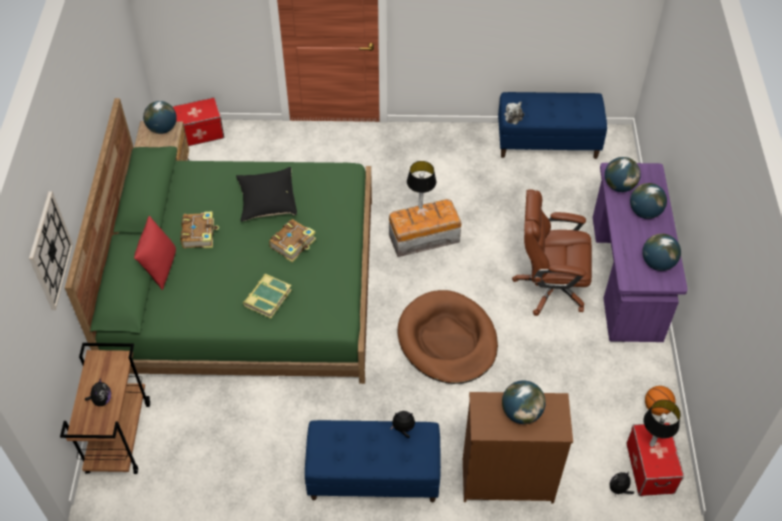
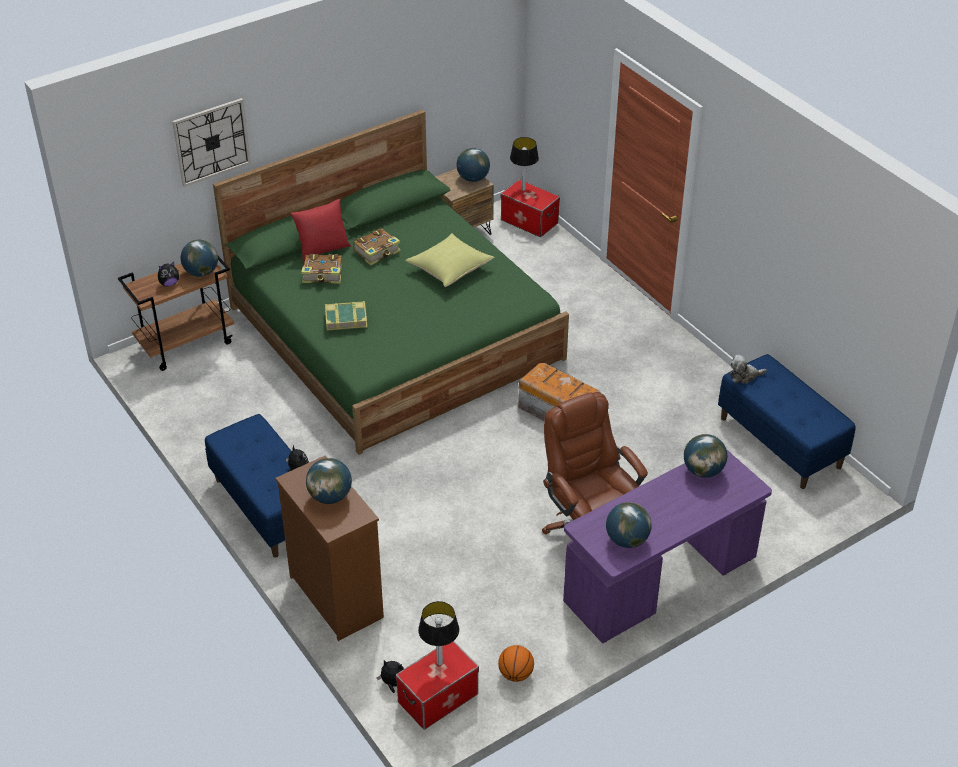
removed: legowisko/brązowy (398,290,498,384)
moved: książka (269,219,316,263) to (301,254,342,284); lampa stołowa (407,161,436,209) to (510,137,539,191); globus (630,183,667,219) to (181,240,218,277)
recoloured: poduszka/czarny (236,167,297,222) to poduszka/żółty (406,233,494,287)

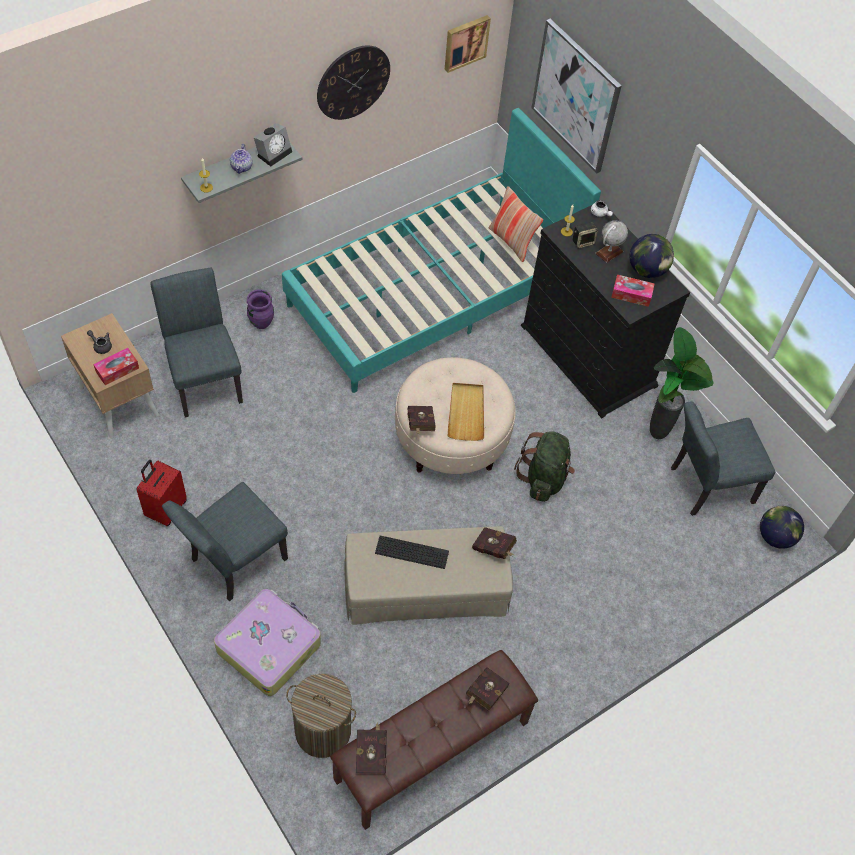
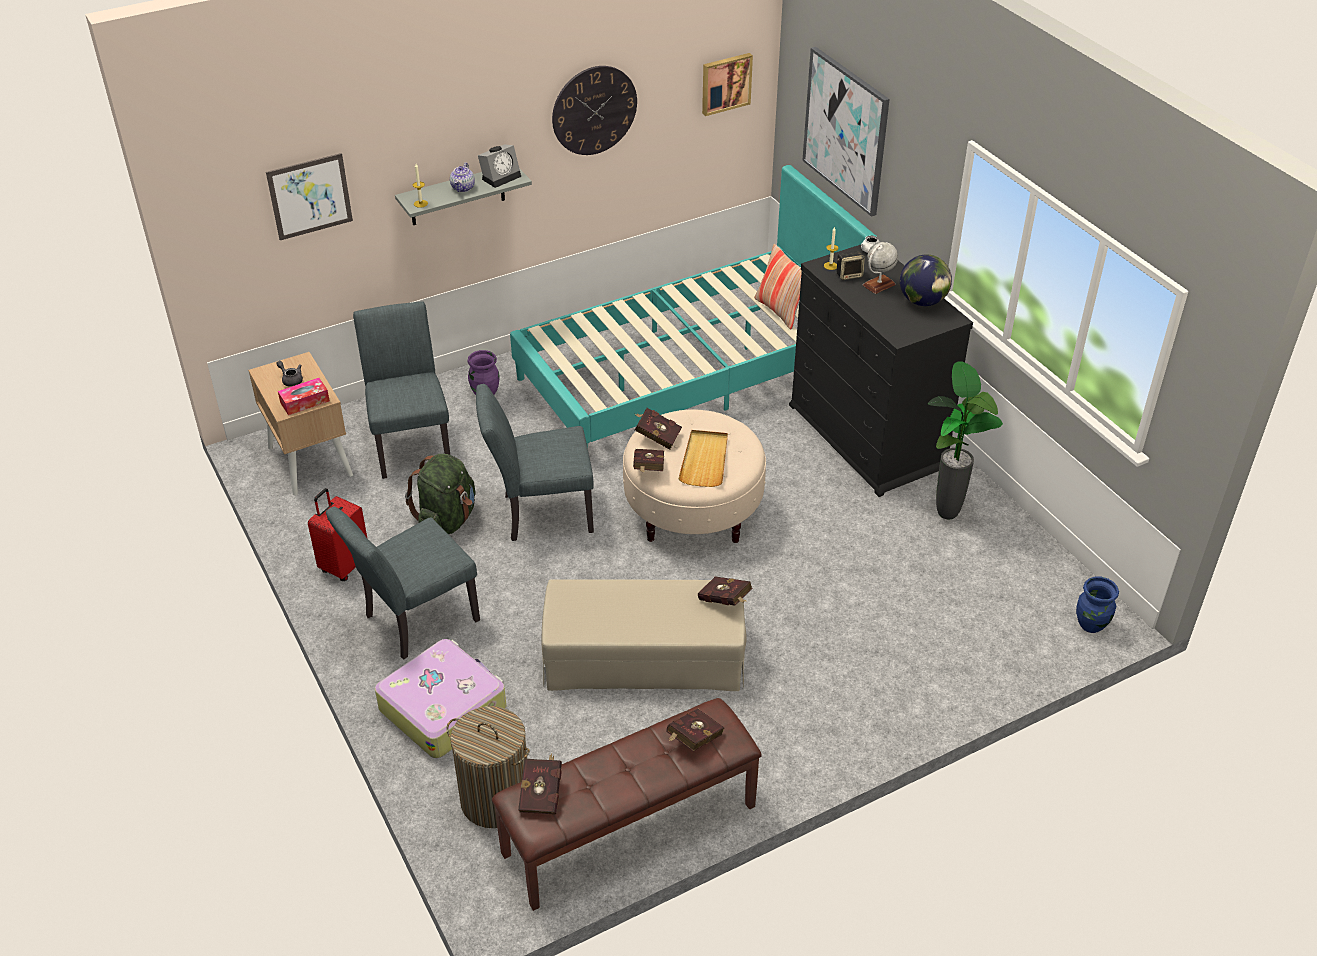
removed: klawiatura (375,536,449,569); pudełko chusteczek (611,275,655,307)
added: obraz (266,153,353,240); książka/czerwony (635,408,682,450)
moved: plecak/zielony (514,431,575,502) to (405,454,476,534); krzesło/szary (671,401,776,516) to (476,384,594,541)
replaced: globus (760,506,804,549) to wazon/niebieski (1076,577,1119,633)

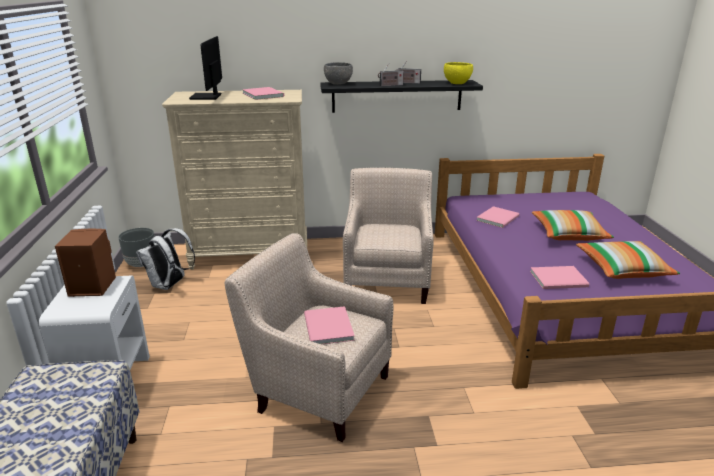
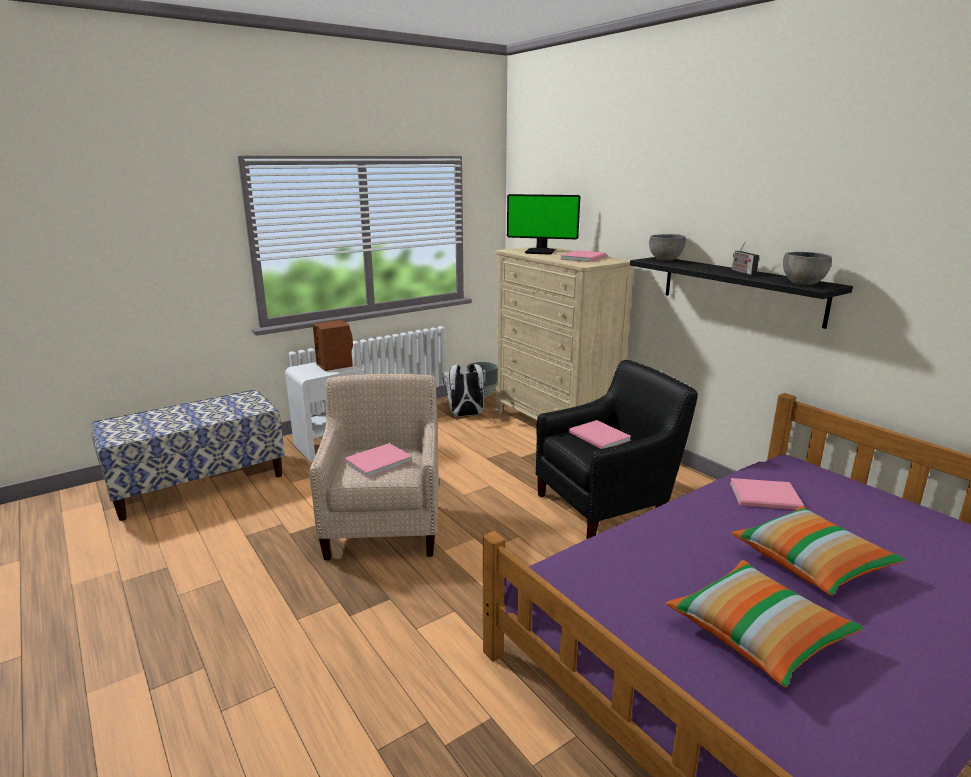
removed: radio (378,63,404,87)
moved: książka/różowy (530,266,589,289) to (569,420,631,449)
recoloured: fotel/beżowy (343,167,434,304) to fotel/czarny (536,360,698,539); miska/żółty (444,62,473,84) to miska/szary (783,252,832,285)
turned: monitor (189,36,222,100) = (507,194,580,255) 135 degrees counterclockwise

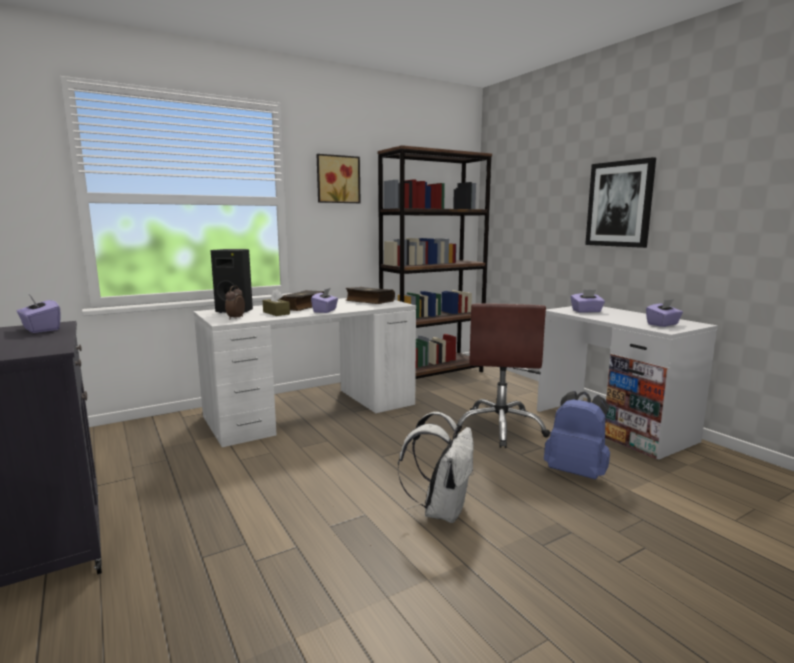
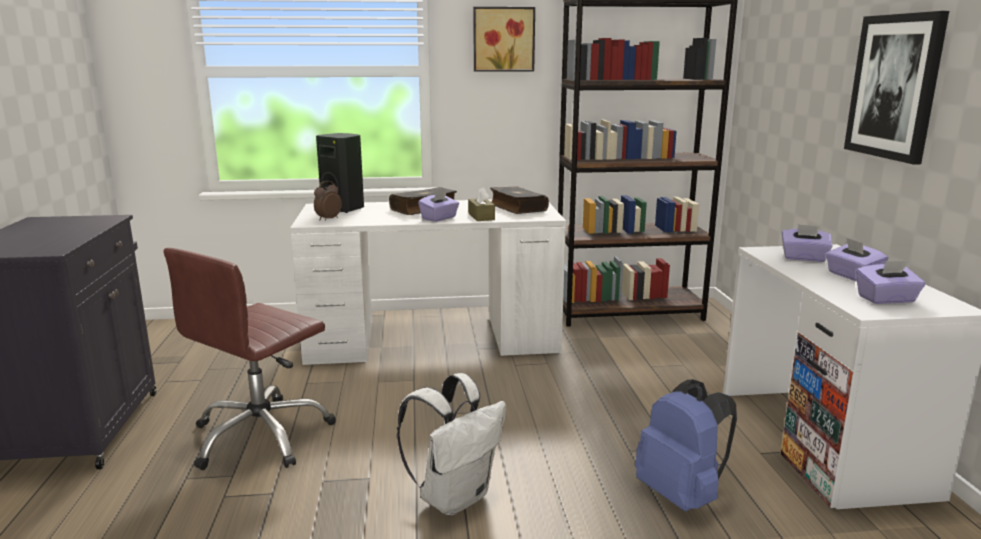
moved: pudełko chusteczek/fioletowy (17,294,60,333) to (826,237,888,282); pudełko chusteczek/brązowy (263,289,290,316) to (468,187,495,221); krzesło biurowe/brązowy (456,304,550,448) to (163,248,336,470)

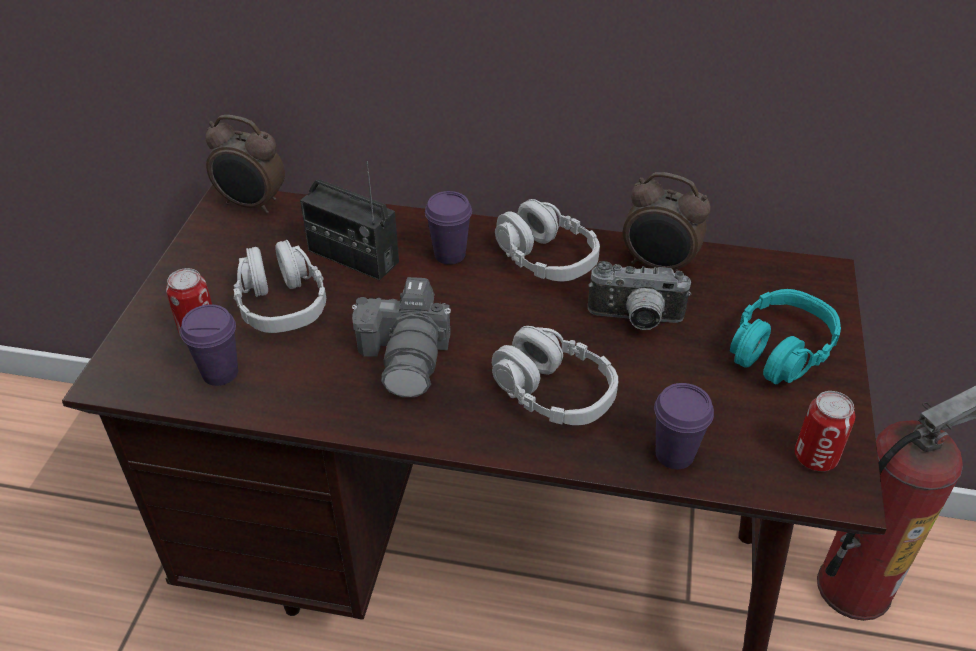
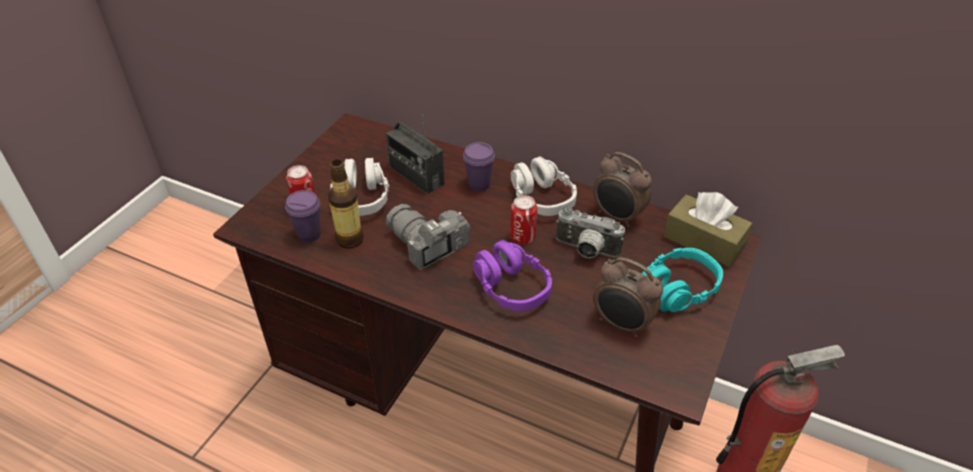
removed: filiżanka/fioletowy (654,383,714,469)
added: butelka (328,160,364,249); pudełko chusteczek/brązowy (664,192,753,267)
moved: budzik (205,115,285,214) to (593,257,663,337); puszka (795,391,856,471) to (510,195,537,244)
recoloured: słuchawki/szary (492,326,618,425) to słuchawki/fioletowy (473,240,552,311)
turned: aparat fotograficzny (352,277,451,397) = (386,204,471,270) 120 degrees clockwise

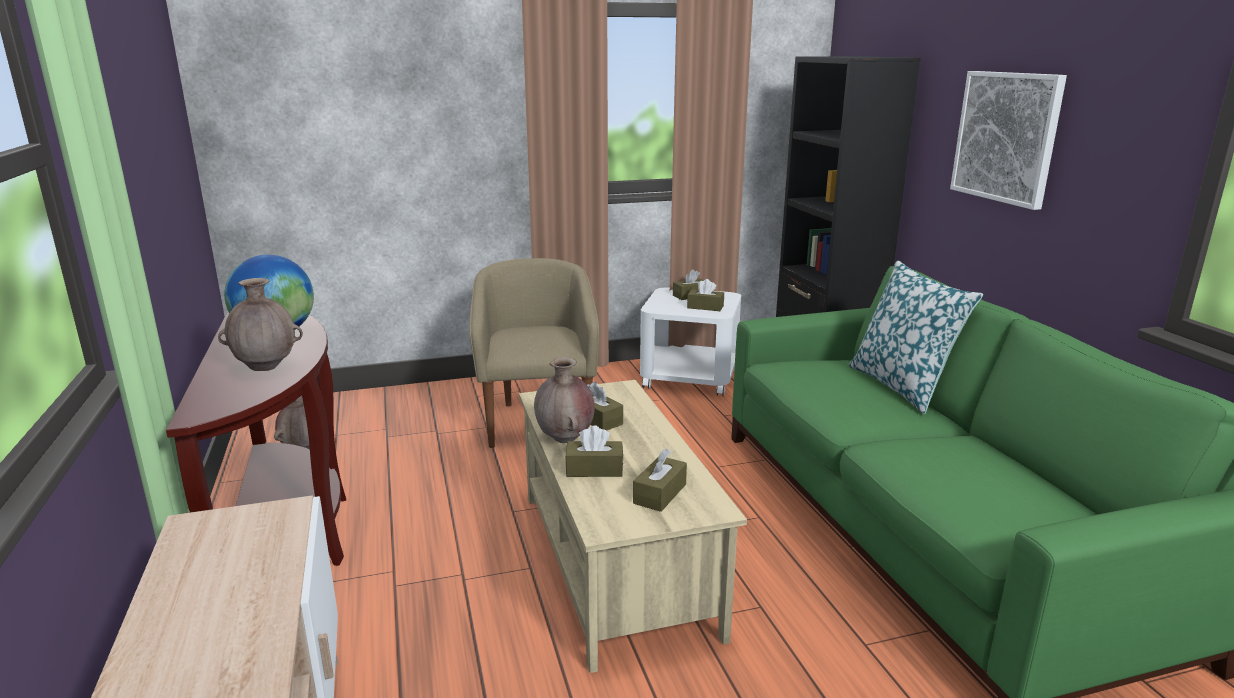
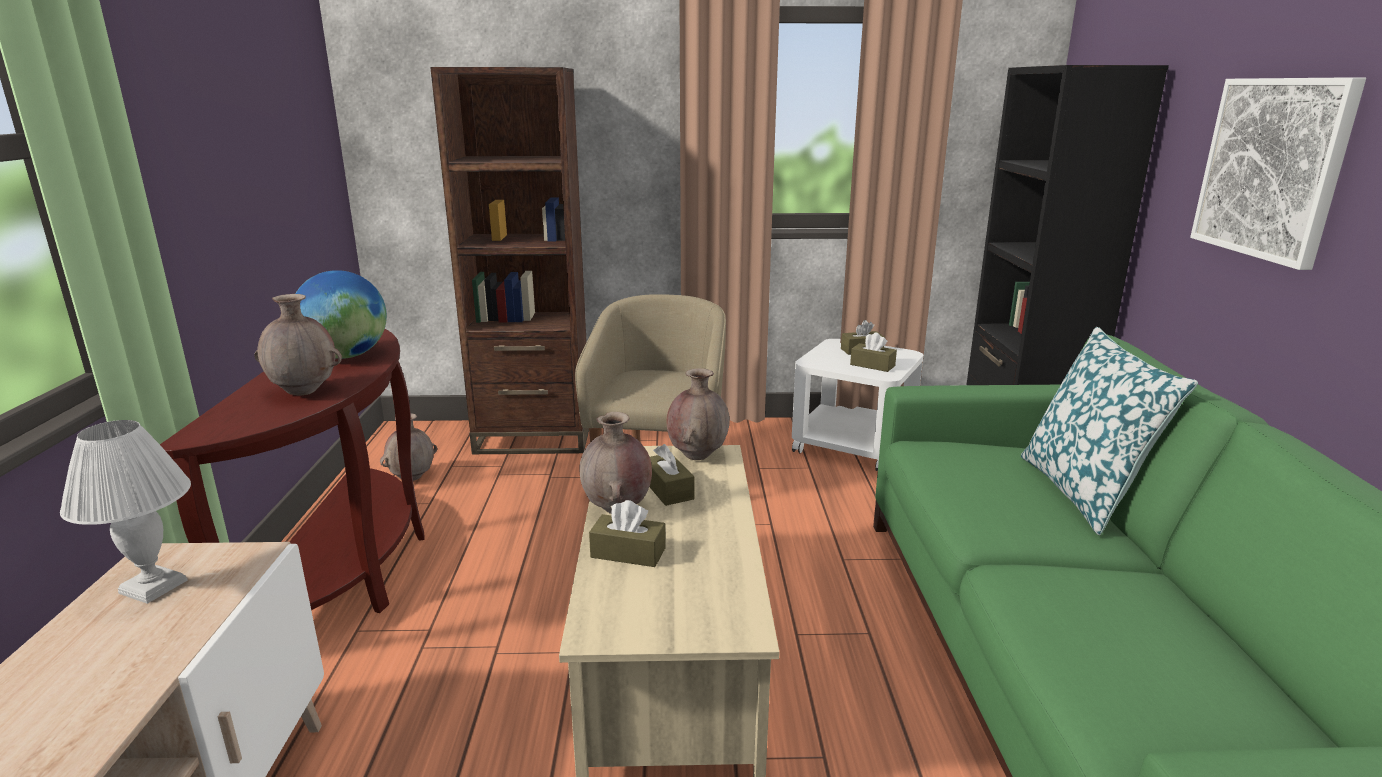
removed: pudełko chusteczek/brązowy (633,449,687,512)
added: lampa stołowa/biały (60,420,191,604); regał/brązowy (430,67,589,454); wazon/brązowy (666,368,730,460)

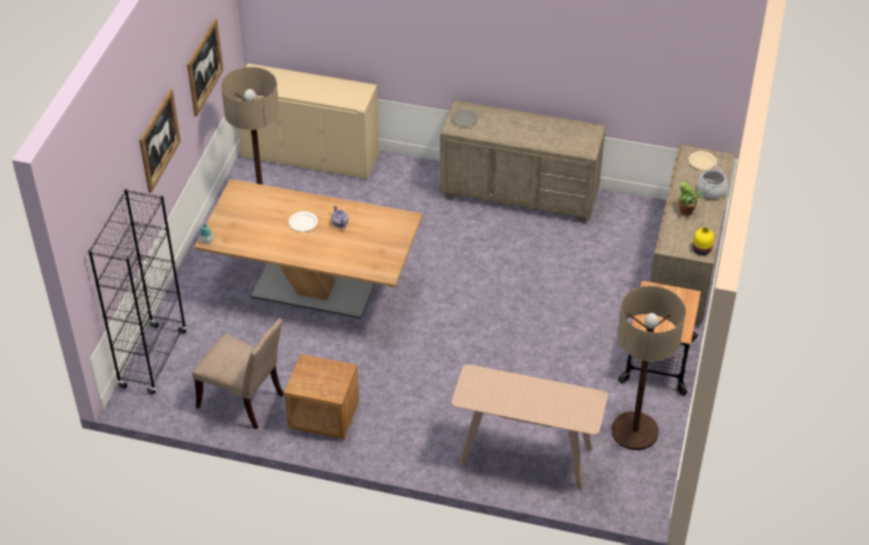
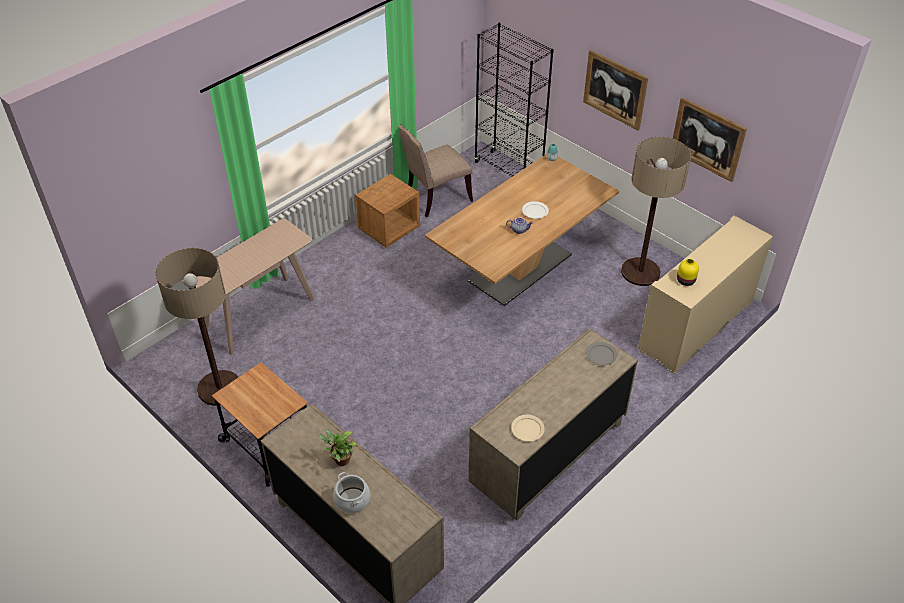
moved: talerz/beżowy (688,151,717,170) to (511,415,545,442); wazon/żółty (693,228,714,255) to (677,259,699,286)

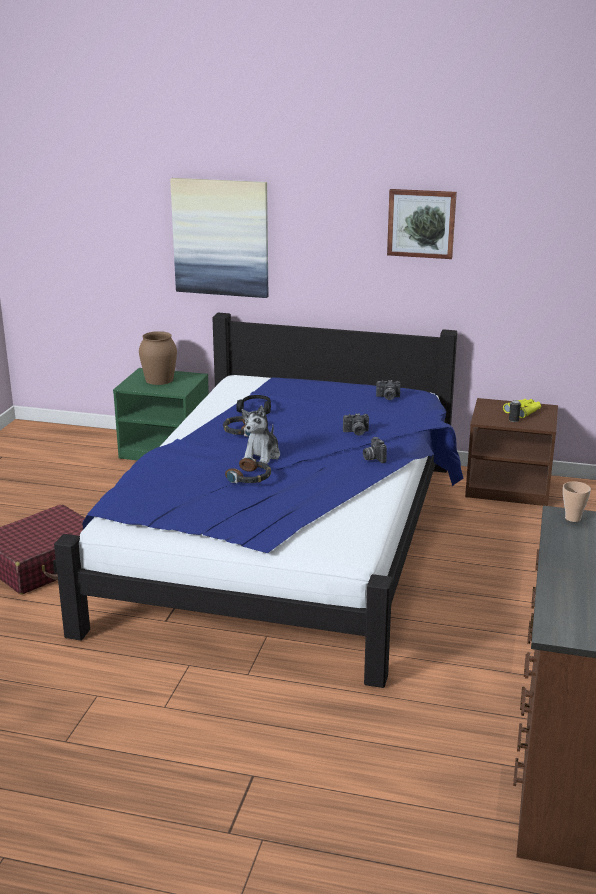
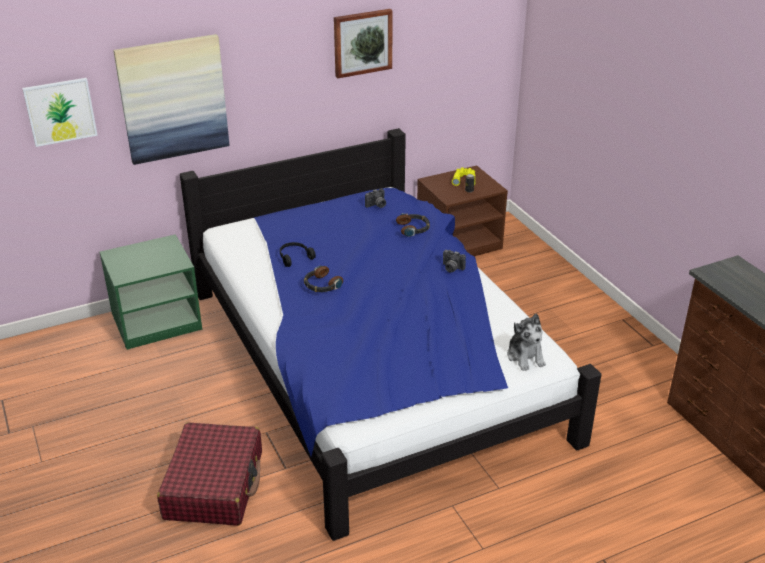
removed: wazon/brązowy (139,331,177,385); aparat fotograficzny (343,414,369,435); filiżanka (563,482,591,522)
added: obraz (22,78,98,147)
moved: słuchawki (225,457,271,483) to (396,213,430,237); pluszak (242,405,280,464) to (507,313,546,371)

